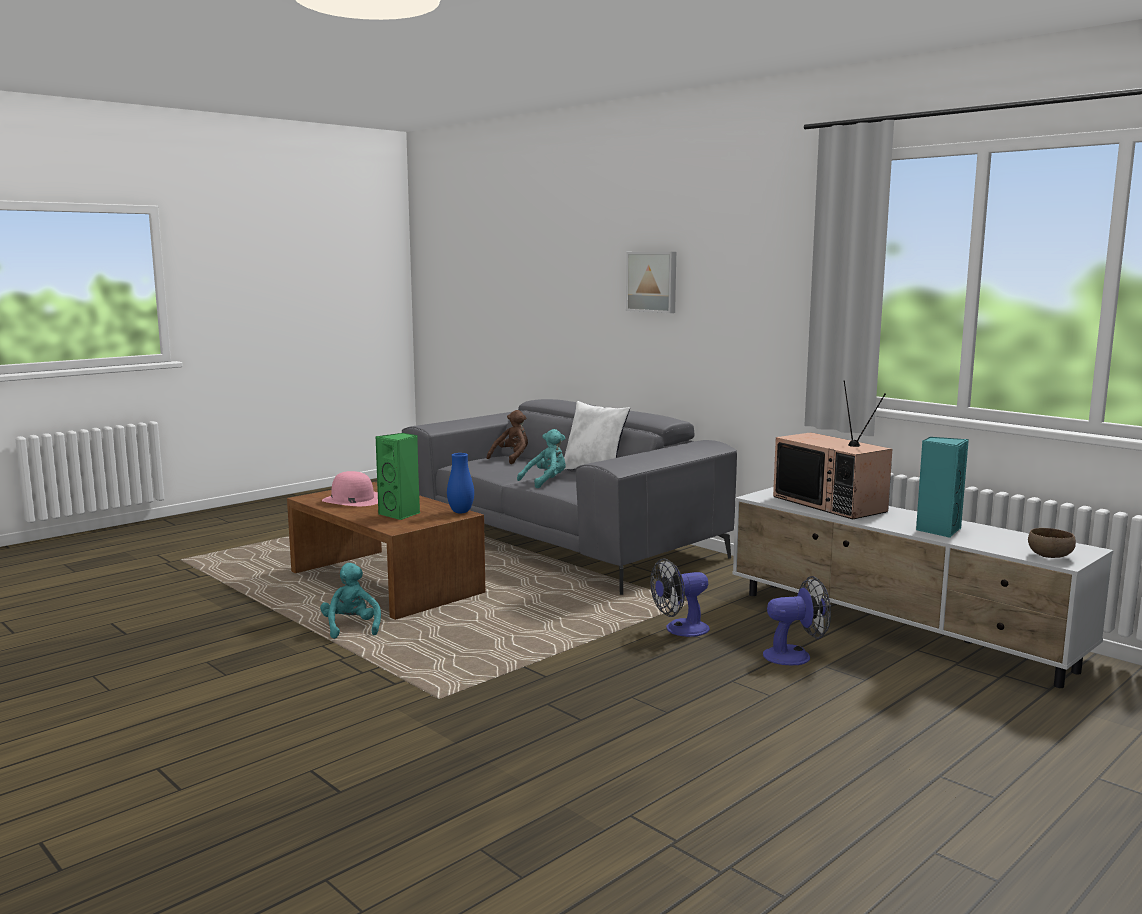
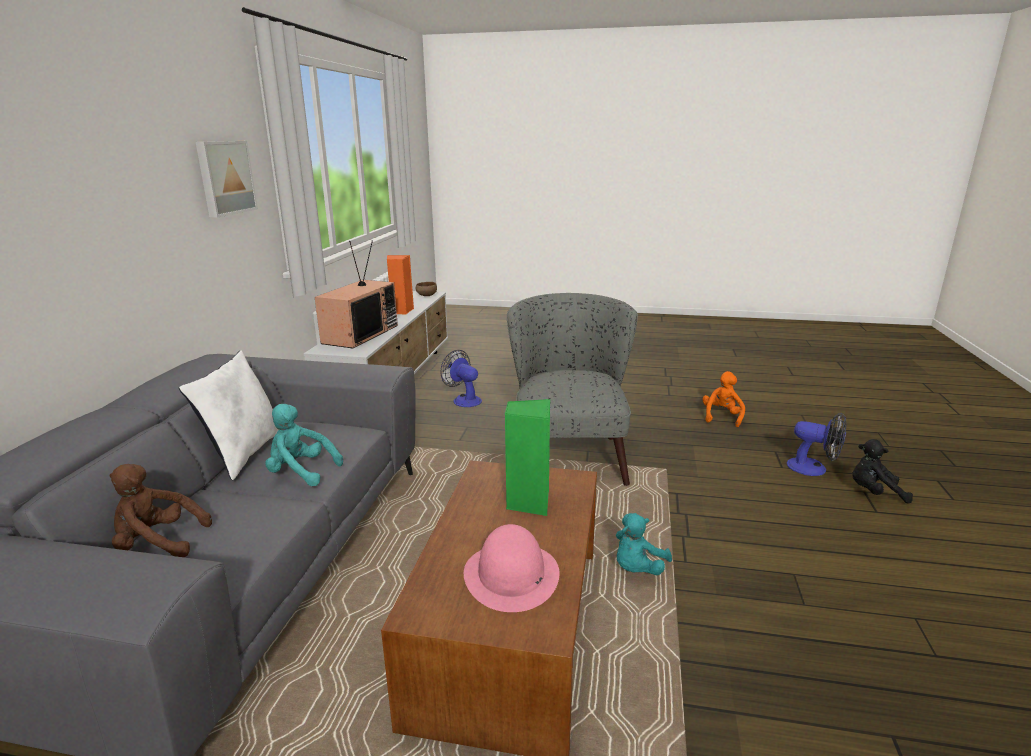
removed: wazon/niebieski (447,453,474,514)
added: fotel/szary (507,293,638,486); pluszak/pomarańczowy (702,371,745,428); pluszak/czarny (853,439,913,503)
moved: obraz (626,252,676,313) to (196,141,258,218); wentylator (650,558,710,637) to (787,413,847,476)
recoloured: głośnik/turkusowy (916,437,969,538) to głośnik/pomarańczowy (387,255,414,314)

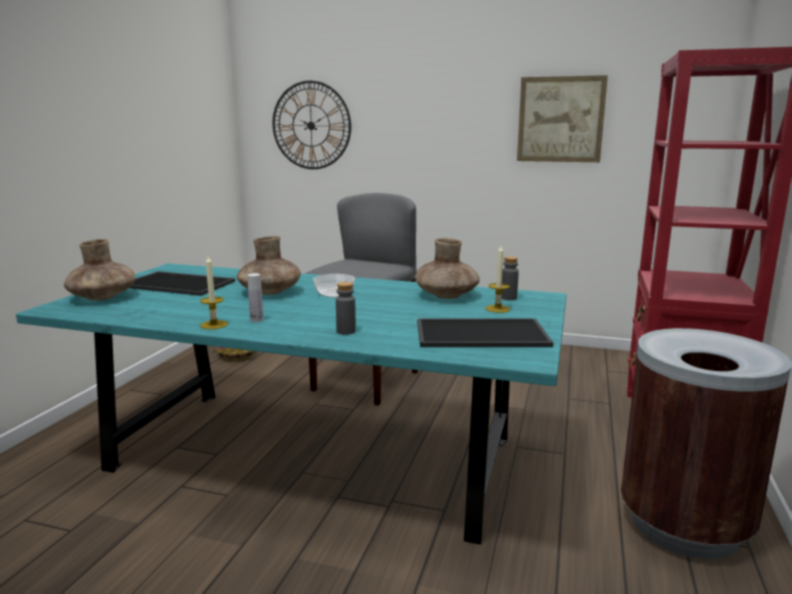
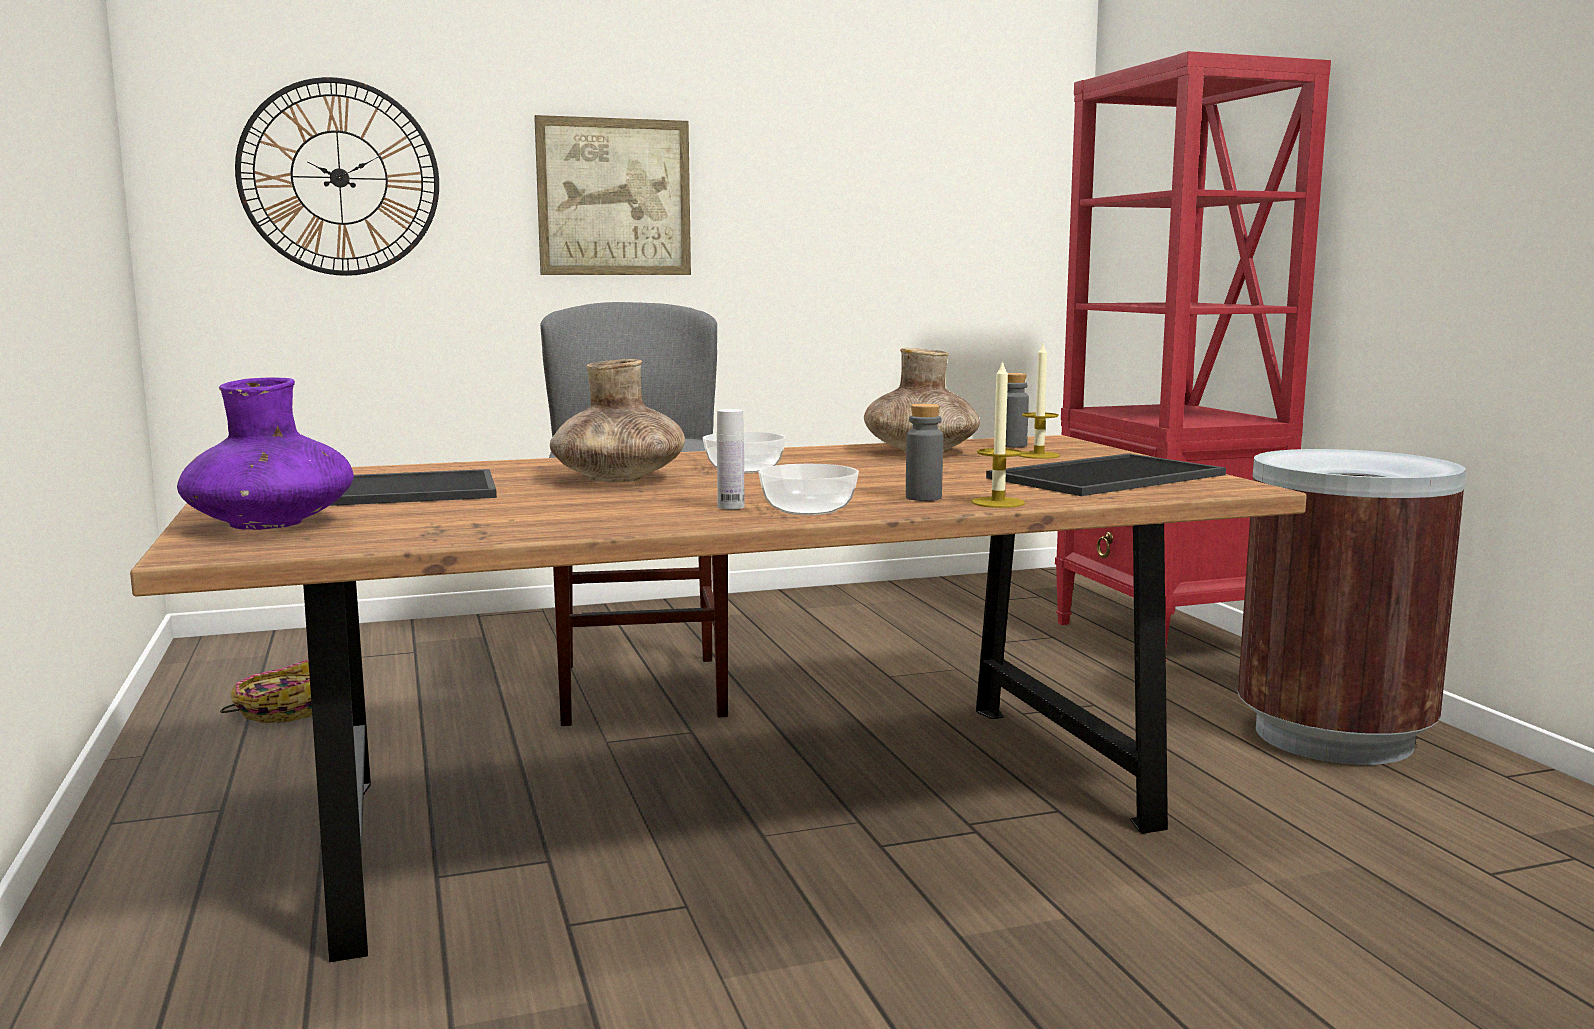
added: miska (758,464,859,515)
moved: świeca (200,256,228,329) to (971,360,1025,508); obraz (517,75,608,162) to (534,115,691,275)
recoloured: stół jadalny/turkusowy (16,263,566,545) to stół jadalny/brązowy (130,435,1307,962); wazon/brązowy (64,239,135,301) to wazon/fioletowy (177,377,354,530)

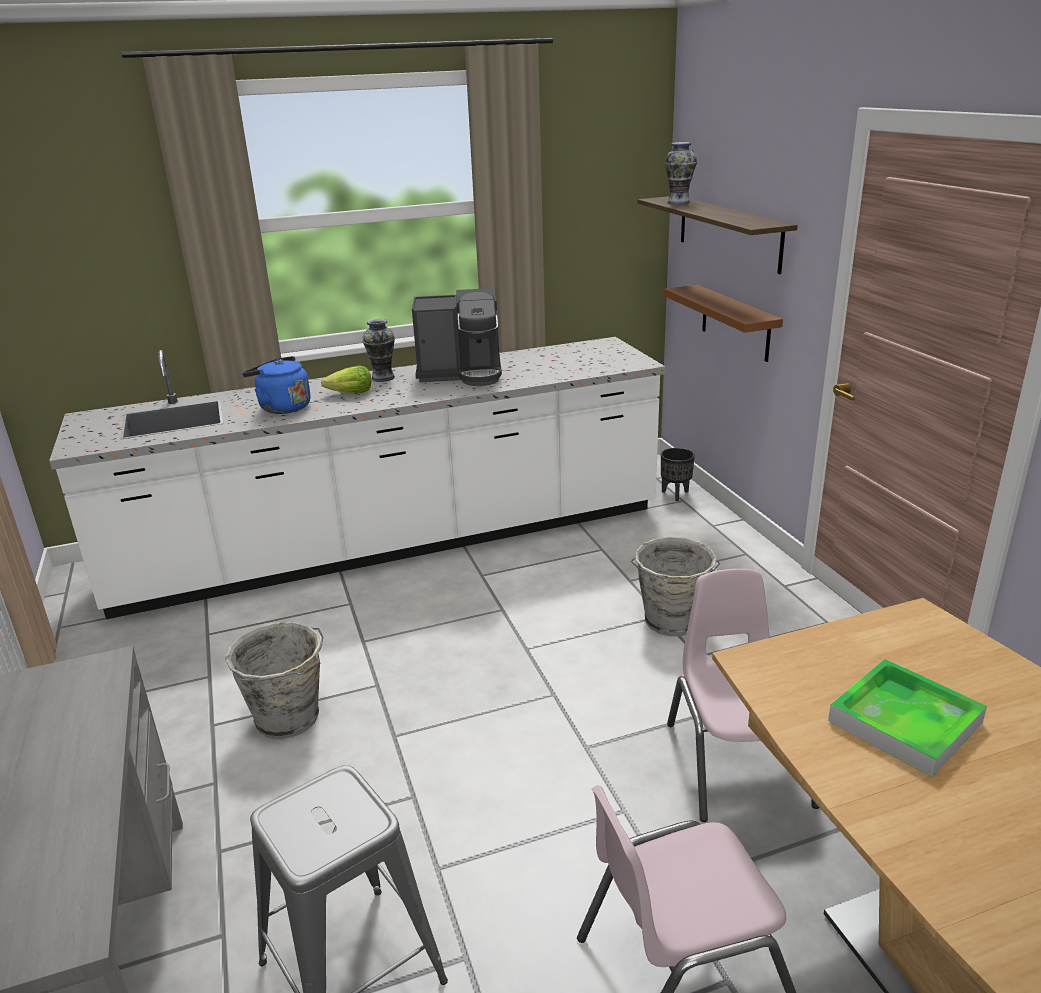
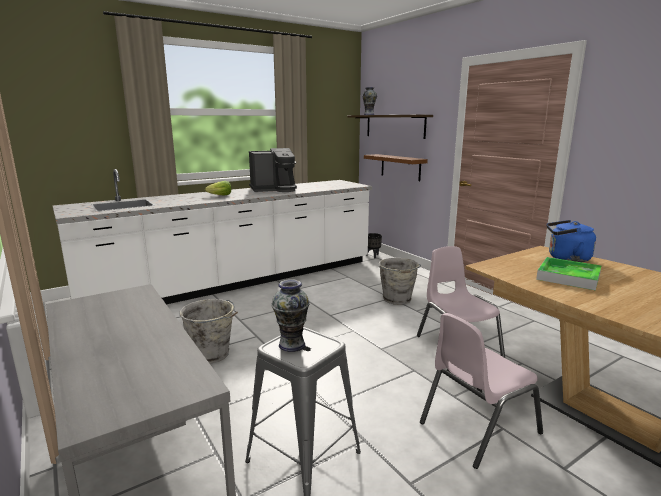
moved: czajnik/niebieski (242,356,311,414) to (547,220,596,262); wazon (362,319,395,382) to (272,279,309,352)

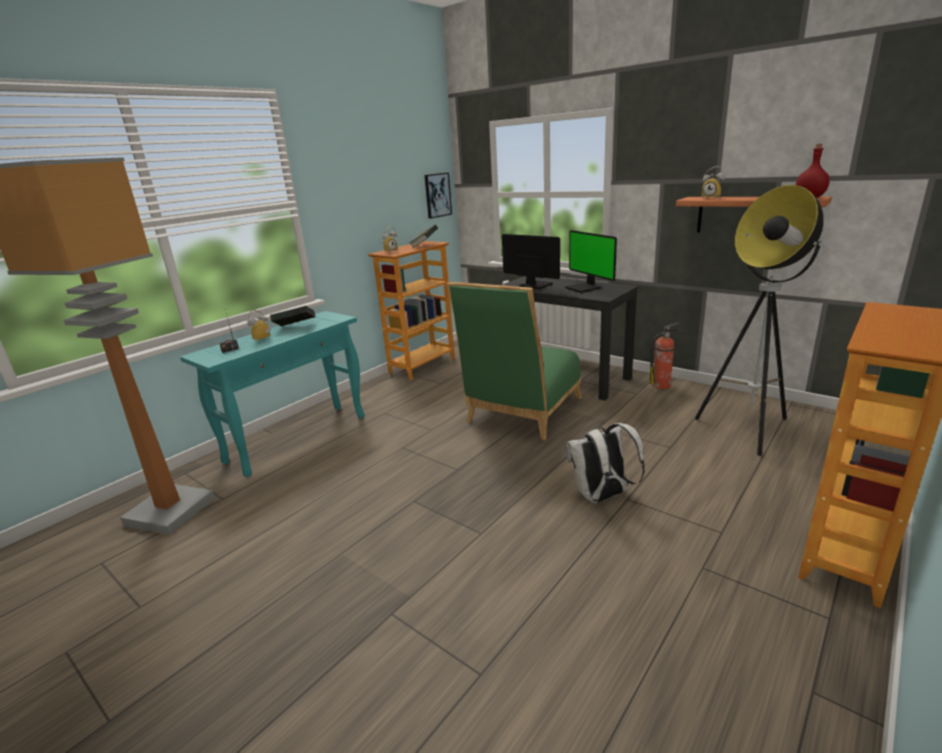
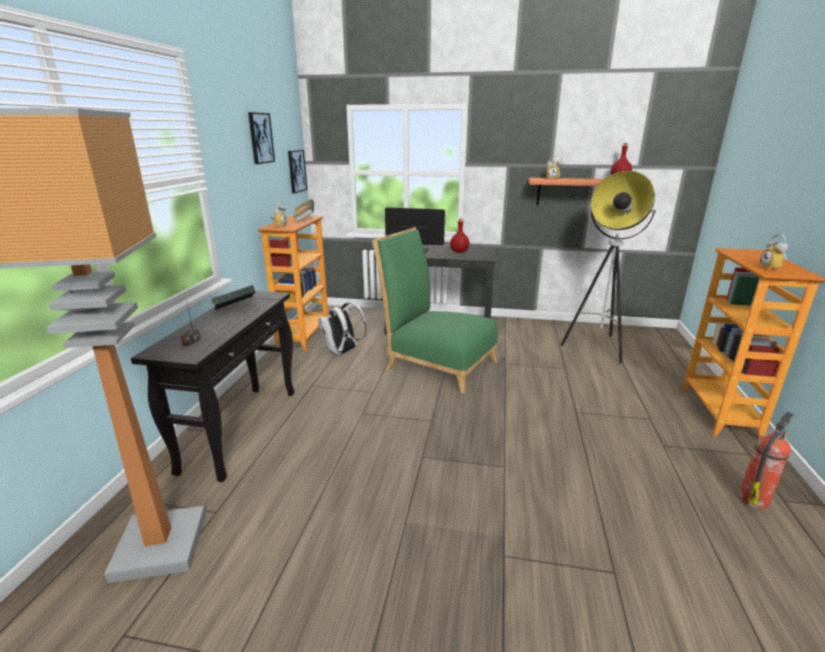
added: obraz (248,112,275,164)
moved: budzik (247,310,271,343) to (760,234,788,271); plecak/biały (566,423,645,503) to (318,302,367,355); gaśnica (650,323,682,389) to (739,412,794,509)
replaced: monitor (565,230,617,293) to butelka/czerwony (450,218,469,253)
recoloured: stolik konsolowy/turkusowy (180,311,365,477) to stolik konsolowy/czarny (131,291,295,482)
turned: krzesło/zielony (447,282,582,440) = (372,227,498,394) 120 degrees clockwise

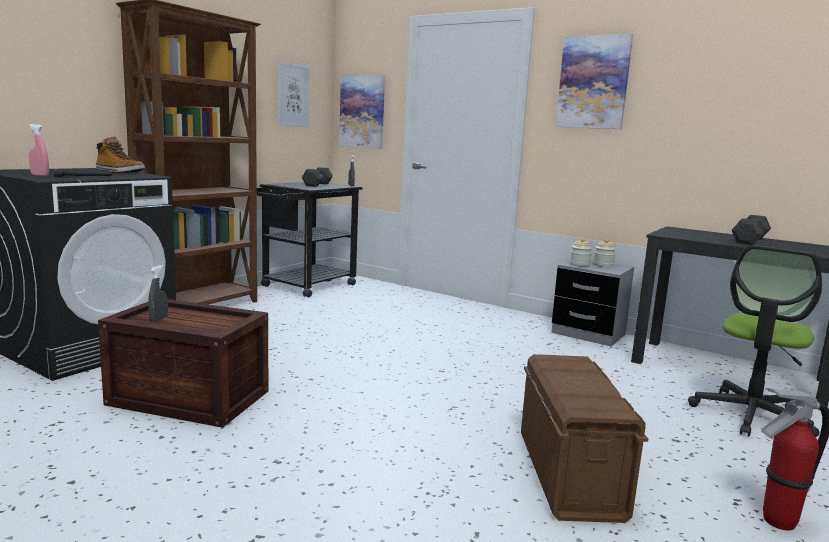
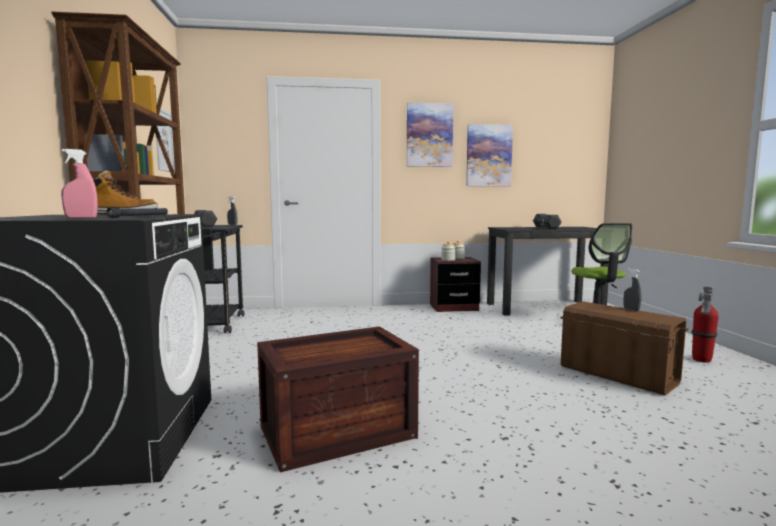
moved: spryskiwacz/szary (148,265,168,322) to (624,268,642,311); obraz (339,75,385,149) to (466,124,513,186)
recoloured: szafka nocna/szary (551,260,634,347) to szafka nocna/brązowy (430,257,481,312)

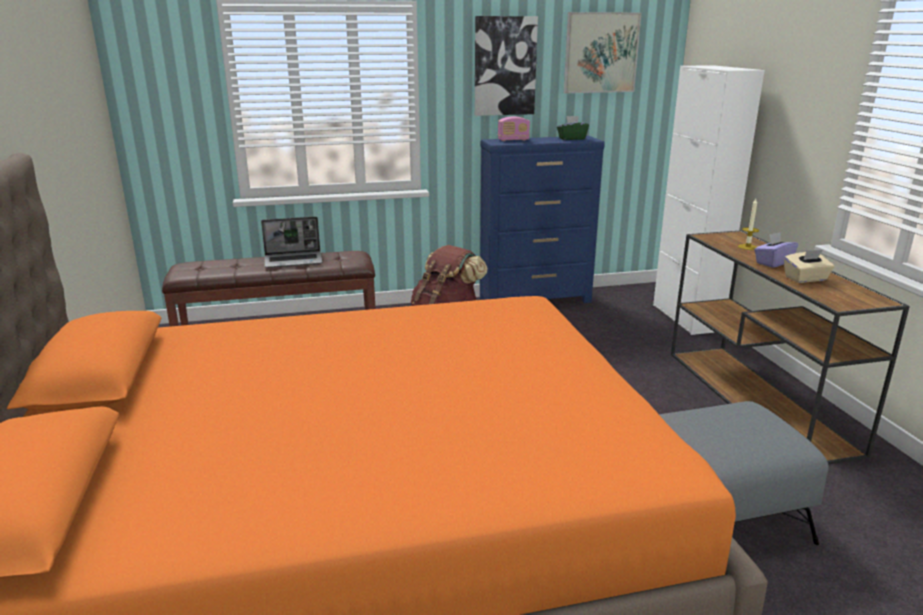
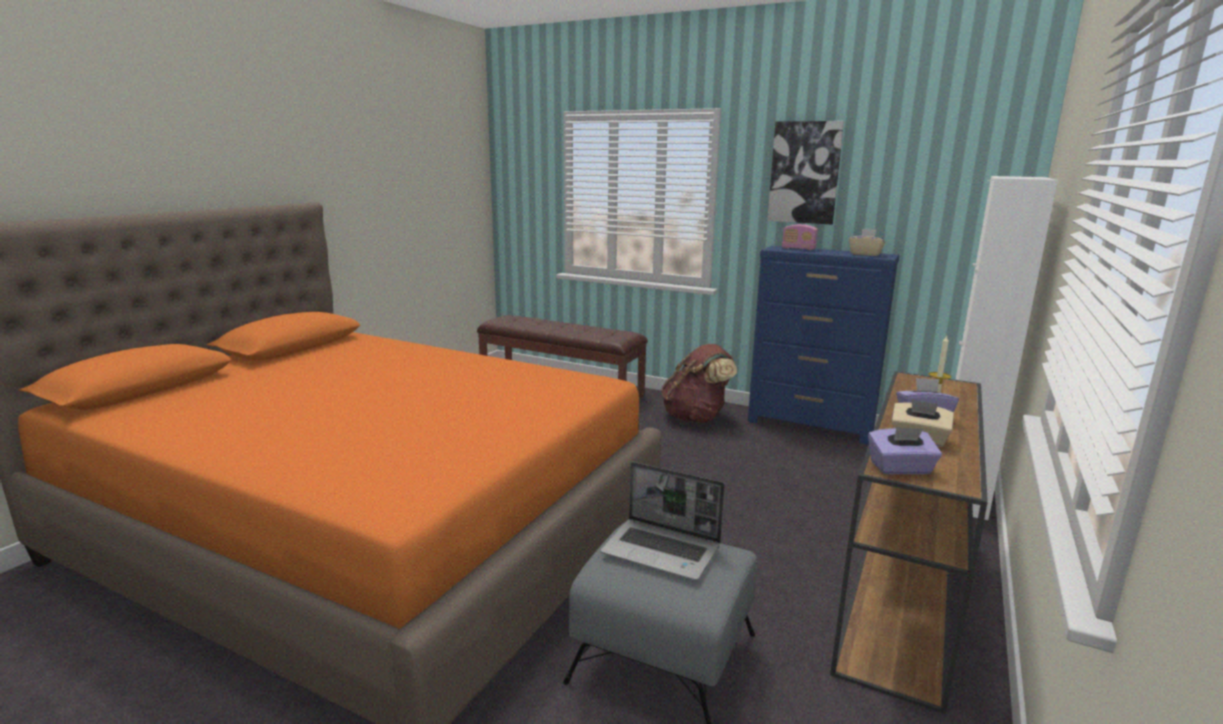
removed: obraz (564,12,642,93)
added: pudełko chusteczek/fioletowy (868,427,942,474)
moved: laptop (261,216,323,268) to (601,462,725,581)
recoloured: pudełko chusteczek/zielony (557,116,589,140) to pudełko chusteczek/beżowy (849,229,885,256)

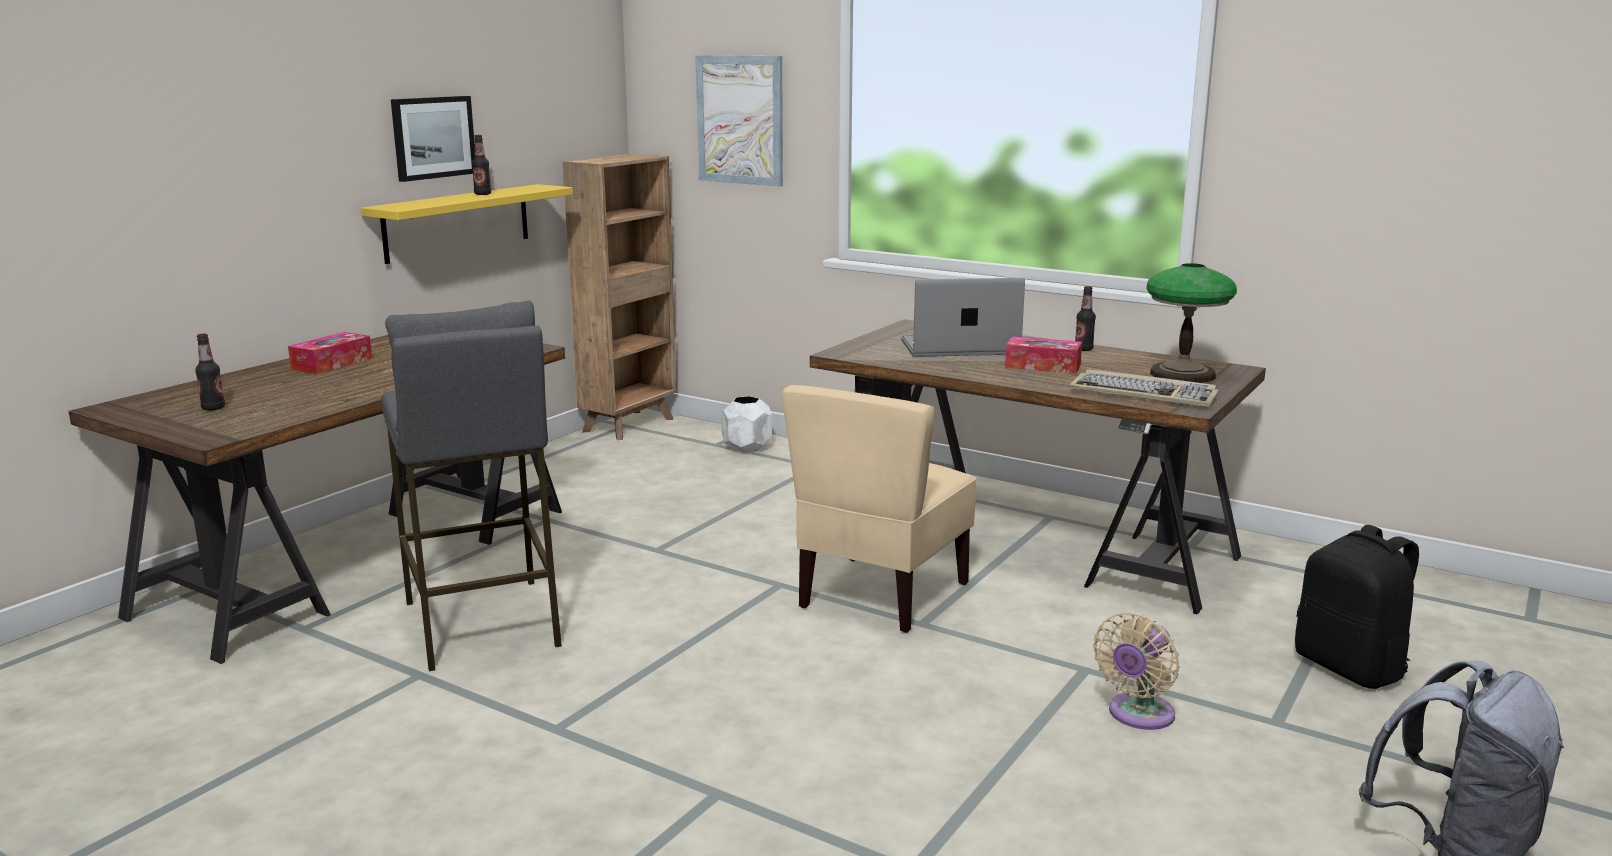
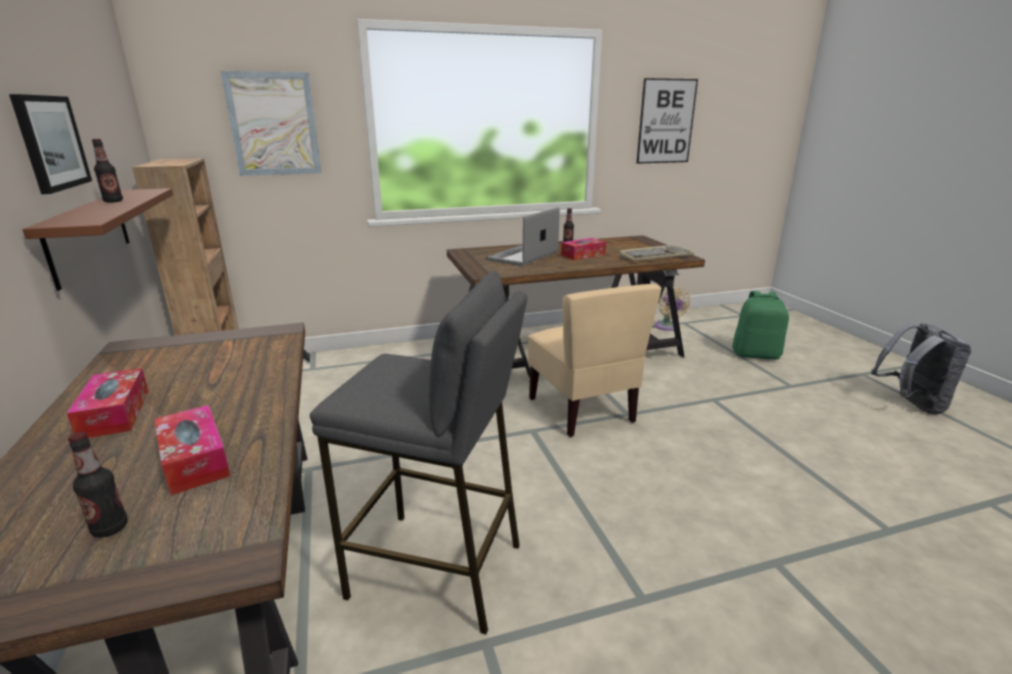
removed: donica/biały (721,396,772,453); lampa stołowa (1146,263,1237,383)
added: pudełko chusteczek (154,405,230,495); obraz (637,78,698,164)
moved: wentylator/beżowy (1093,612,1179,730) to (655,288,690,331)
recoloured: półka/żółty (361,184,573,264) to półka/brązowy (22,188,173,291); plecak/czarny (1295,525,1419,689) to plecak/zielony (732,291,789,360)

